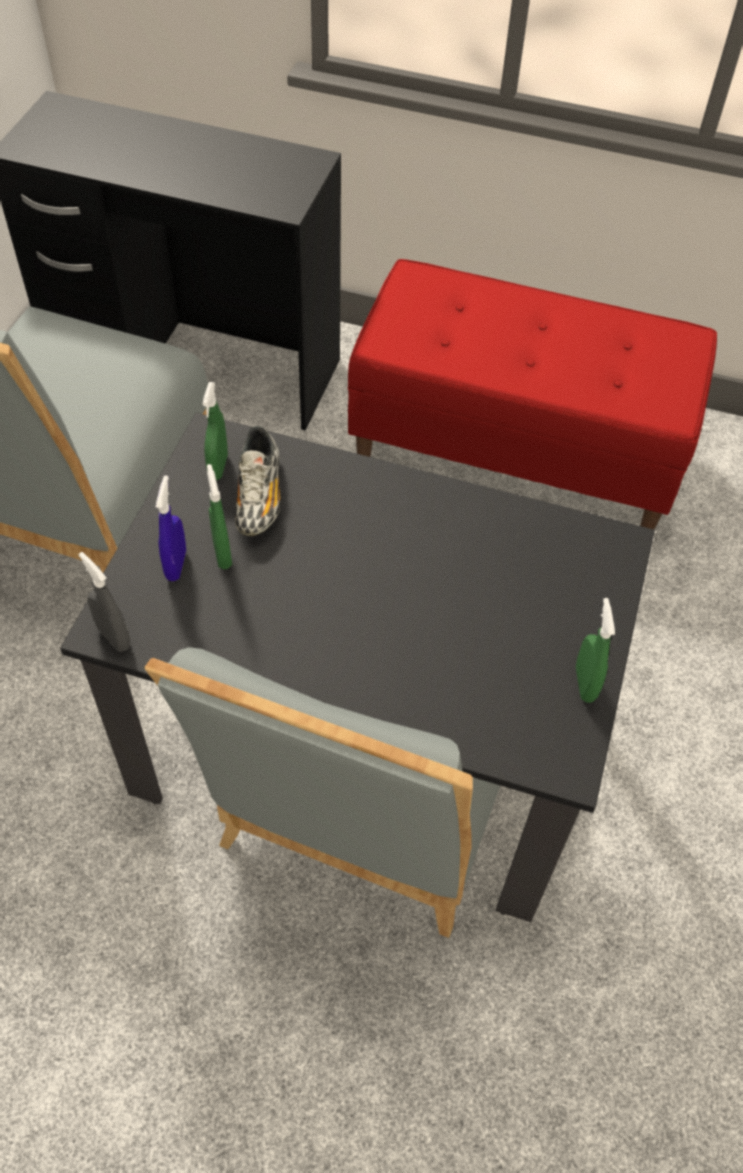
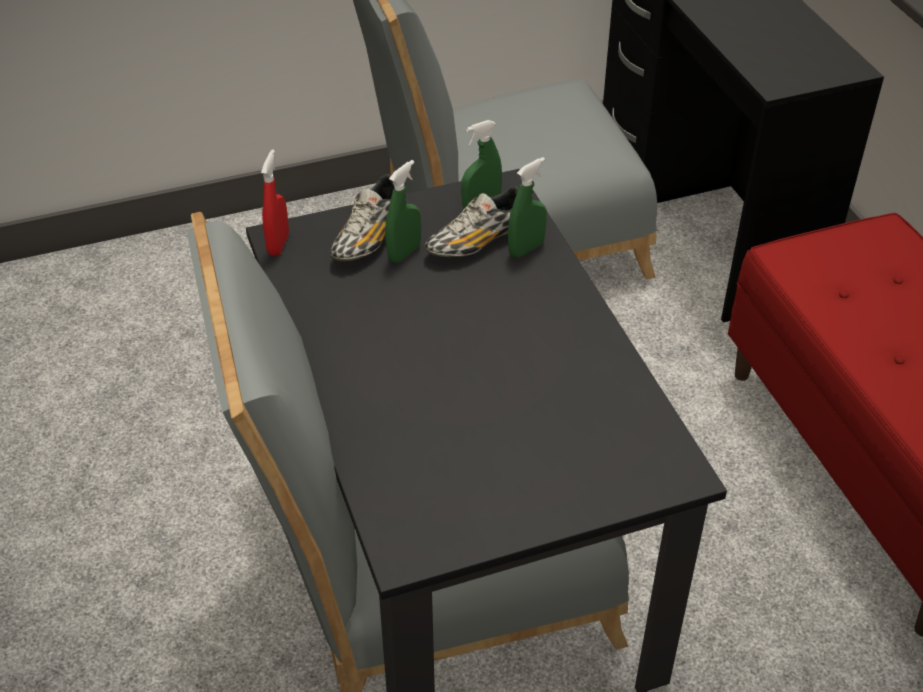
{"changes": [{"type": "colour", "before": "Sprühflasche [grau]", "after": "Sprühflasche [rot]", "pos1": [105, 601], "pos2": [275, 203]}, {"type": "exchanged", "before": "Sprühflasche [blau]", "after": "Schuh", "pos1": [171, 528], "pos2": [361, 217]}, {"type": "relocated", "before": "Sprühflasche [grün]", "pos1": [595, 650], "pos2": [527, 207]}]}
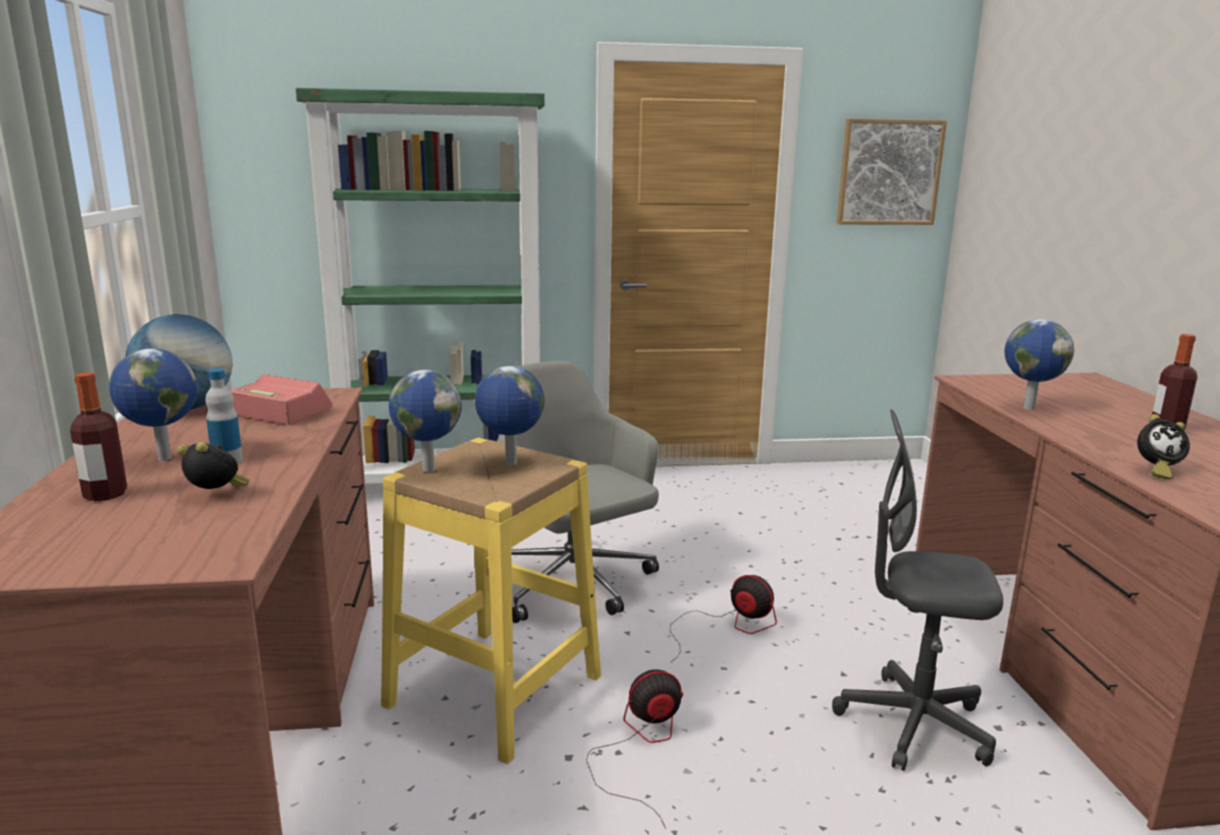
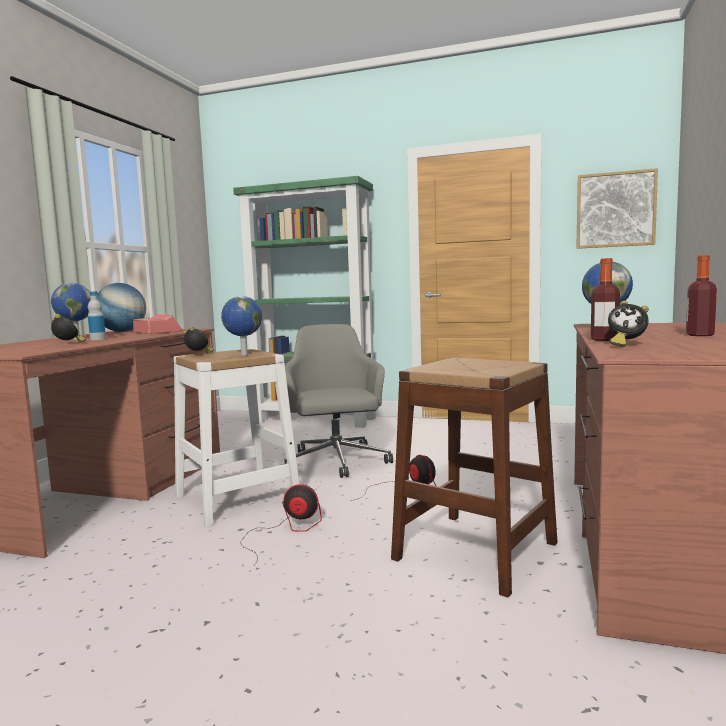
{"changes": [{"type": "colour", "before": "Hocker [gelb]", "after": "Hocker [weiß]", "pos1": [491, 601], "pos2": [236, 438]}, {"type": "exchanged", "before": "Globus", "after": "Wecker", "pos1": [425, 421], "pos2": [198, 340]}, {"type": "exchanged", "before": "Bürostuhl [grau]", "after": "Hocker [braun]", "pos1": [917, 590], "pos2": [474, 477]}, {"type": "relocated", "before": "Flasche", "pos1": [98, 436], "pos2": [605, 299]}]}
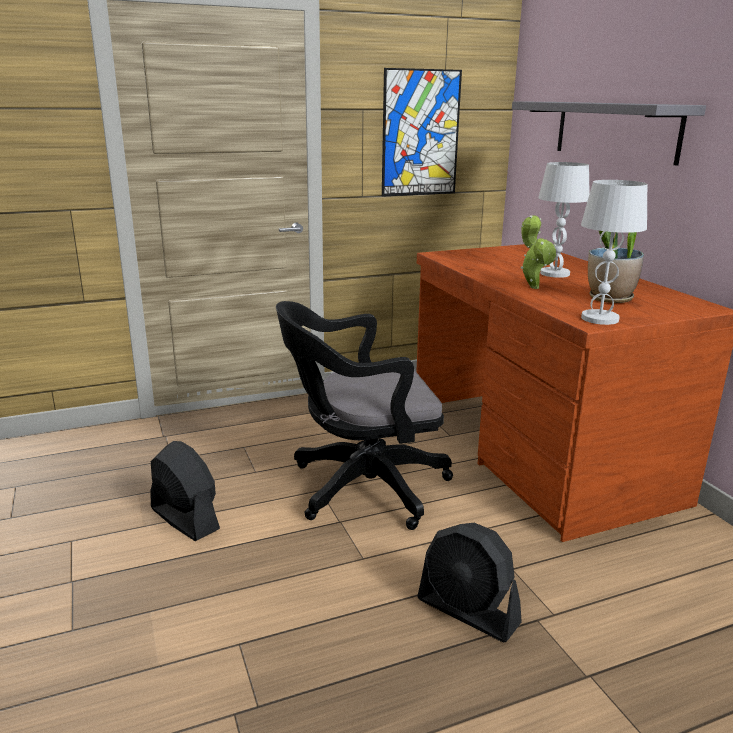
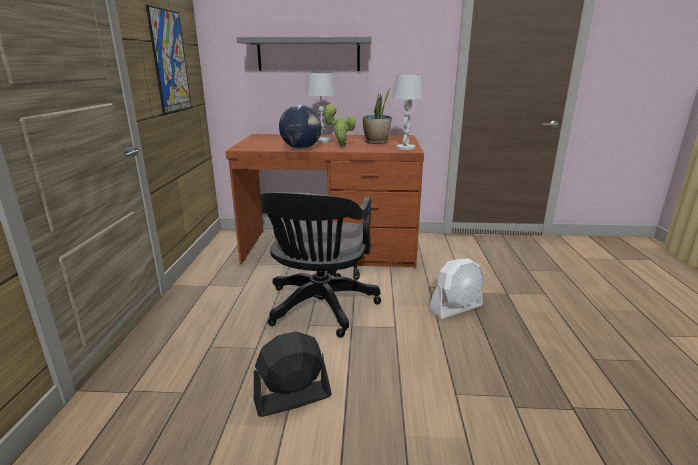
{"changes": [{"type": "appeared", "after": "Globus", "pos2": [300, 127]}, {"type": "colour", "before": "Ventilator [schwarz]", "after": "Ventilator [weiß]", "pos1": [469, 582], "pos2": [456, 288]}]}
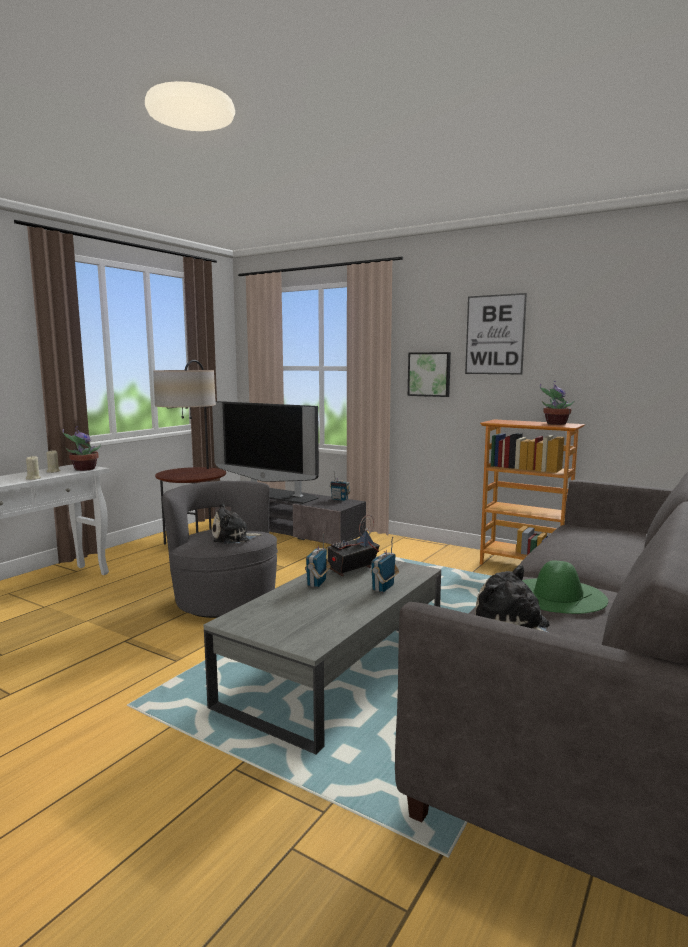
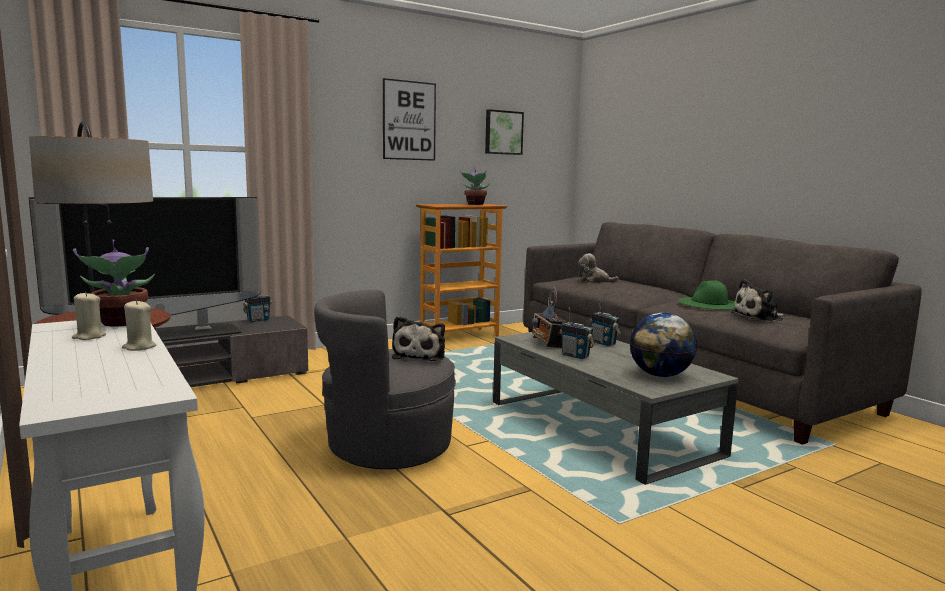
{"changes": [{"type": "relocated", "before": "Bild", "pos1": [429, 374], "pos2": [504, 132]}, {"type": "appeared", "after": "Plüschtier", "pos2": [598, 268]}, {"type": "appeared", "after": "Globus", "pos2": [663, 344]}]}
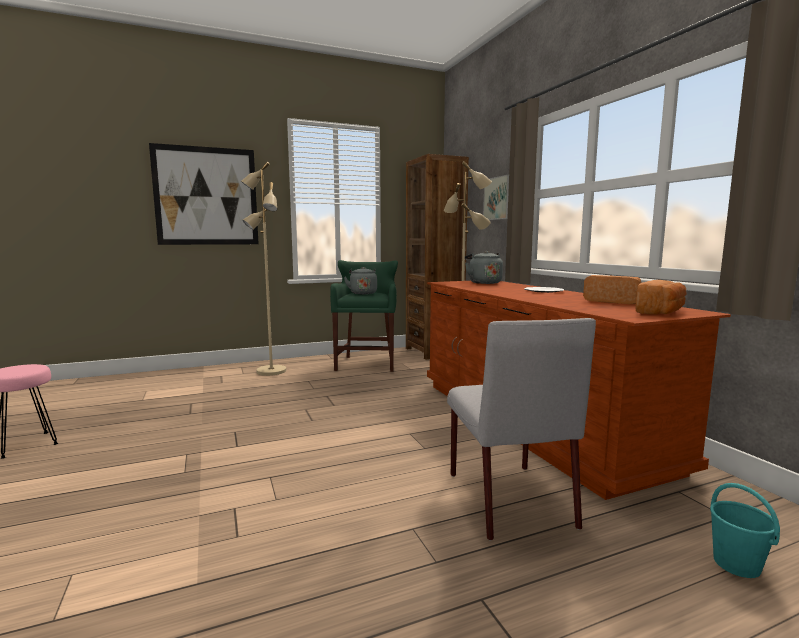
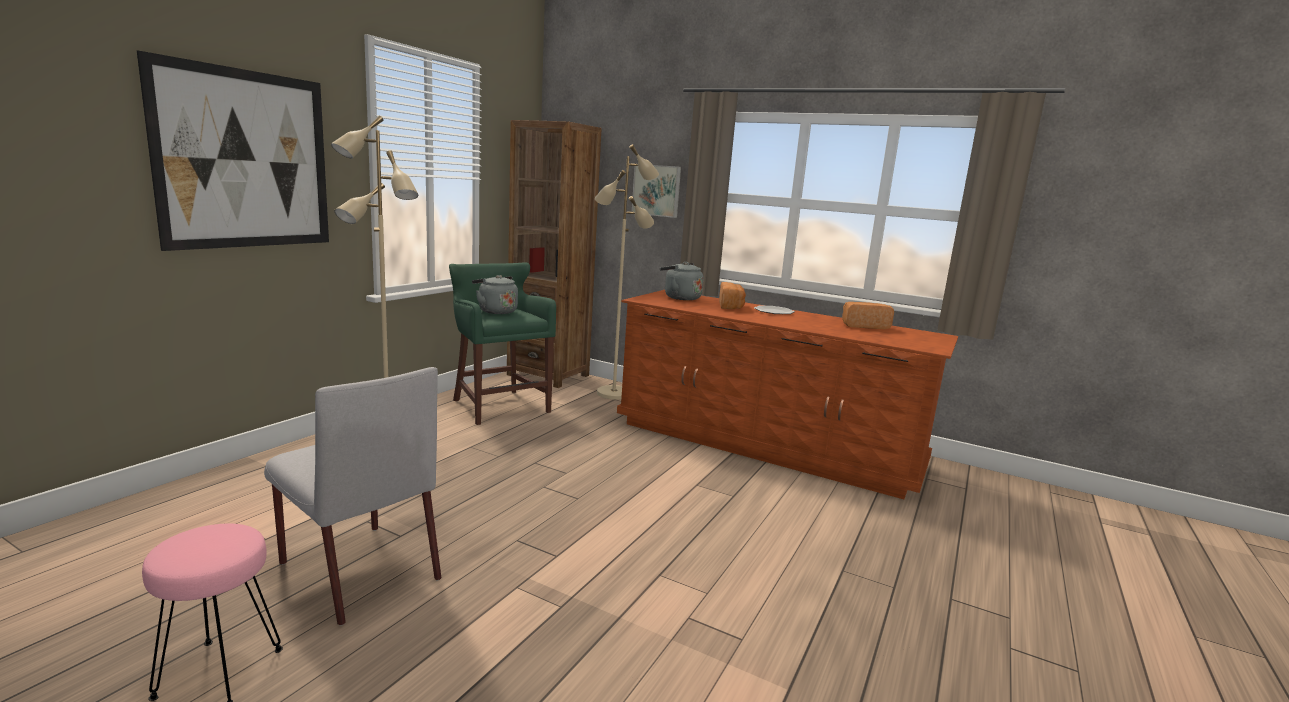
{"changes": [{"type": "relocated", "before": "Stuhl [grau]", "pos1": [521, 429], "pos2": [352, 496]}, {"type": "relocated", "before": "Brot", "pos1": [660, 297], "pos2": [732, 295]}, {"type": "missing", "before": "Eimer [türkis]", "pos1": [745, 530]}]}
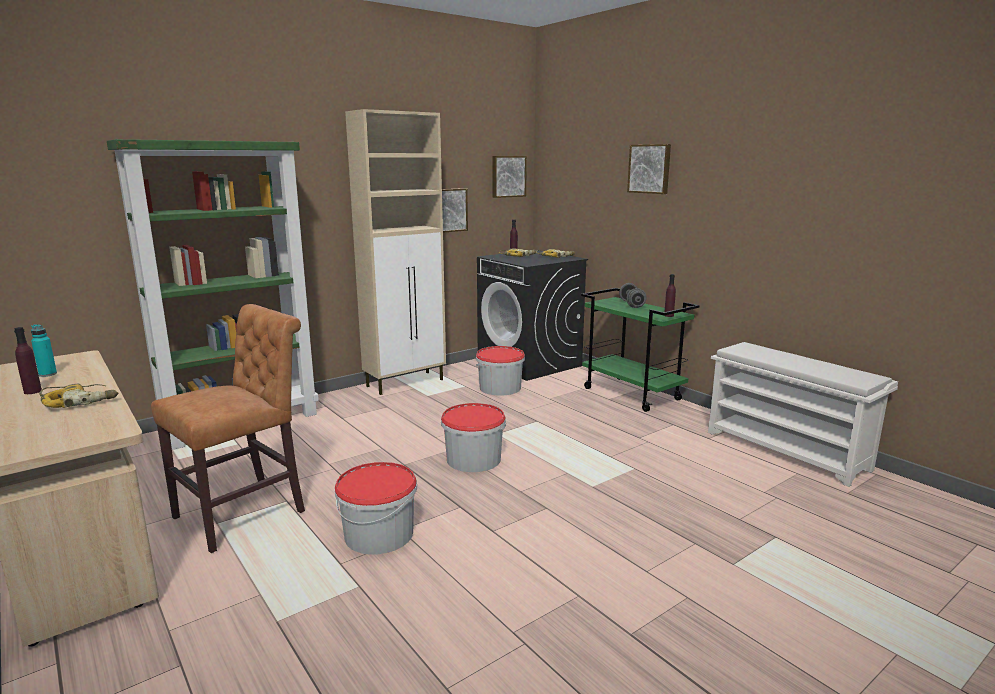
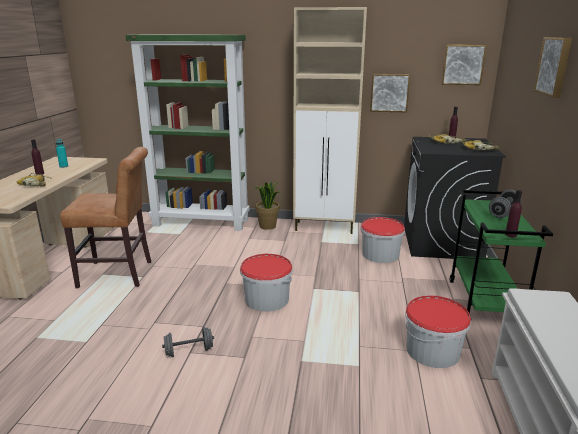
{"changes": [{"type": "appeared", "after": "Hantel [grau]", "pos2": [188, 342]}, {"type": "appeared", "after": "Topfpflanze", "pos2": [268, 206]}, {"type": "relocated", "before": "Eimer", "pos1": [376, 508], "pos2": [438, 331]}]}
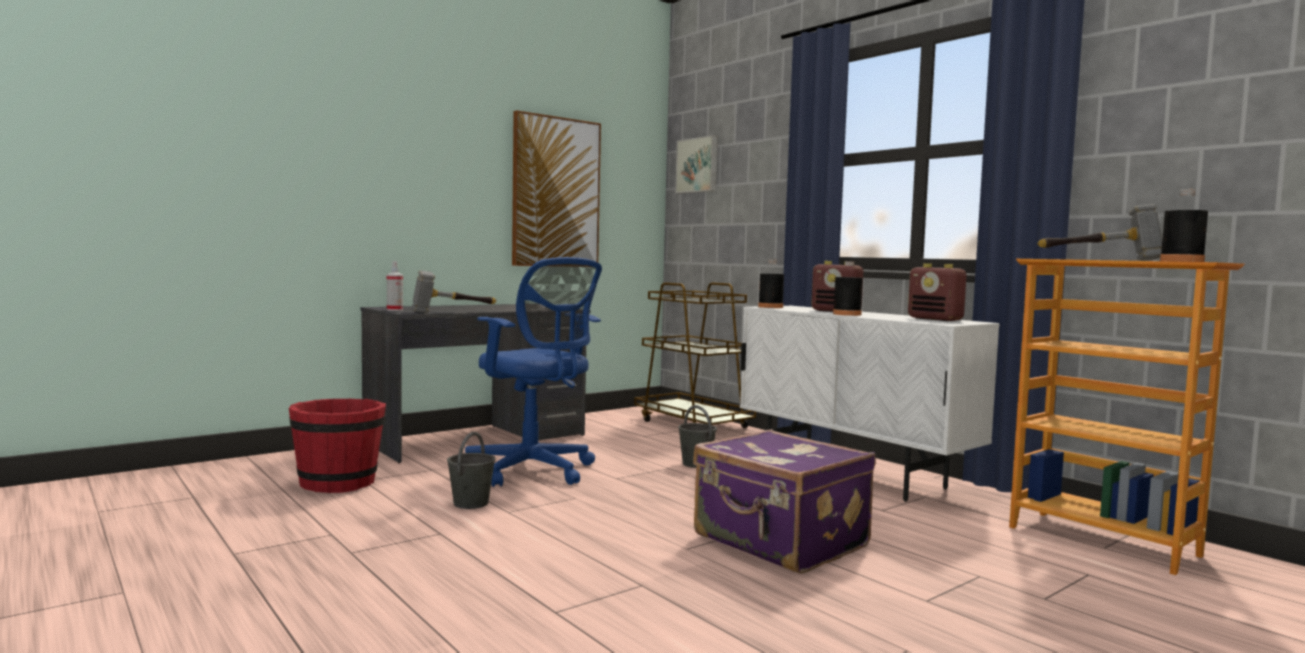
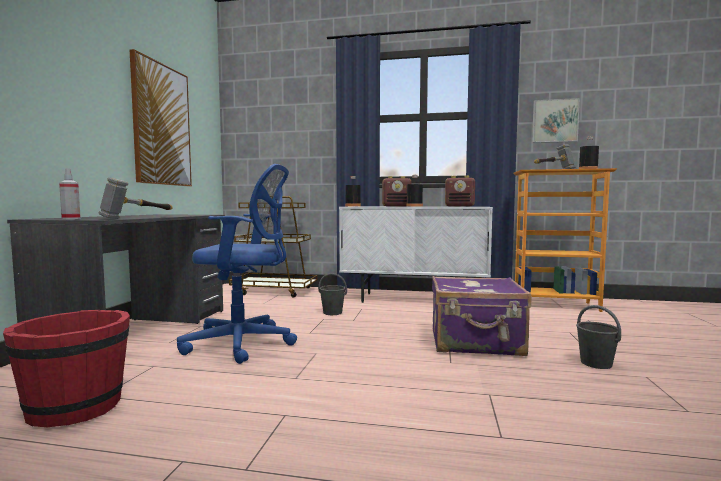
{"changes": [{"type": "relocated", "before": "Bild", "pos1": [696, 164], "pos2": [556, 120]}, {"type": "relocated", "before": "Eimer [grau]", "pos1": [471, 470], "pos2": [598, 337]}]}
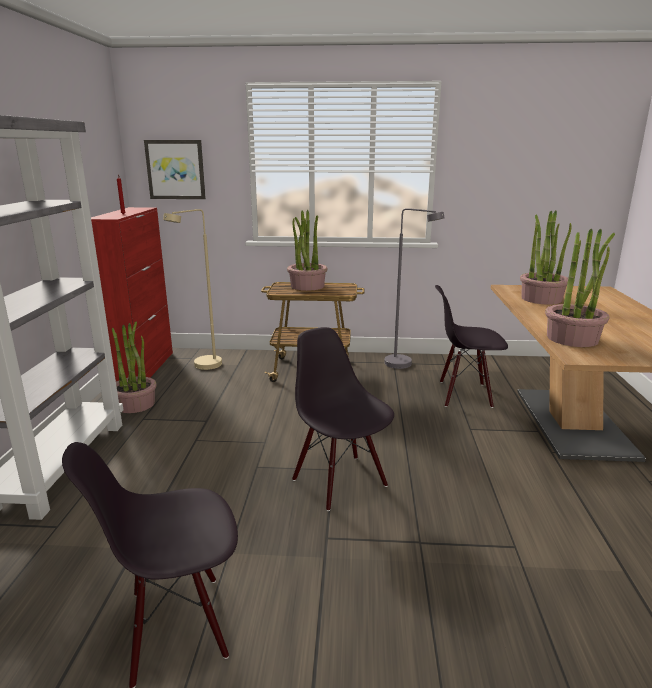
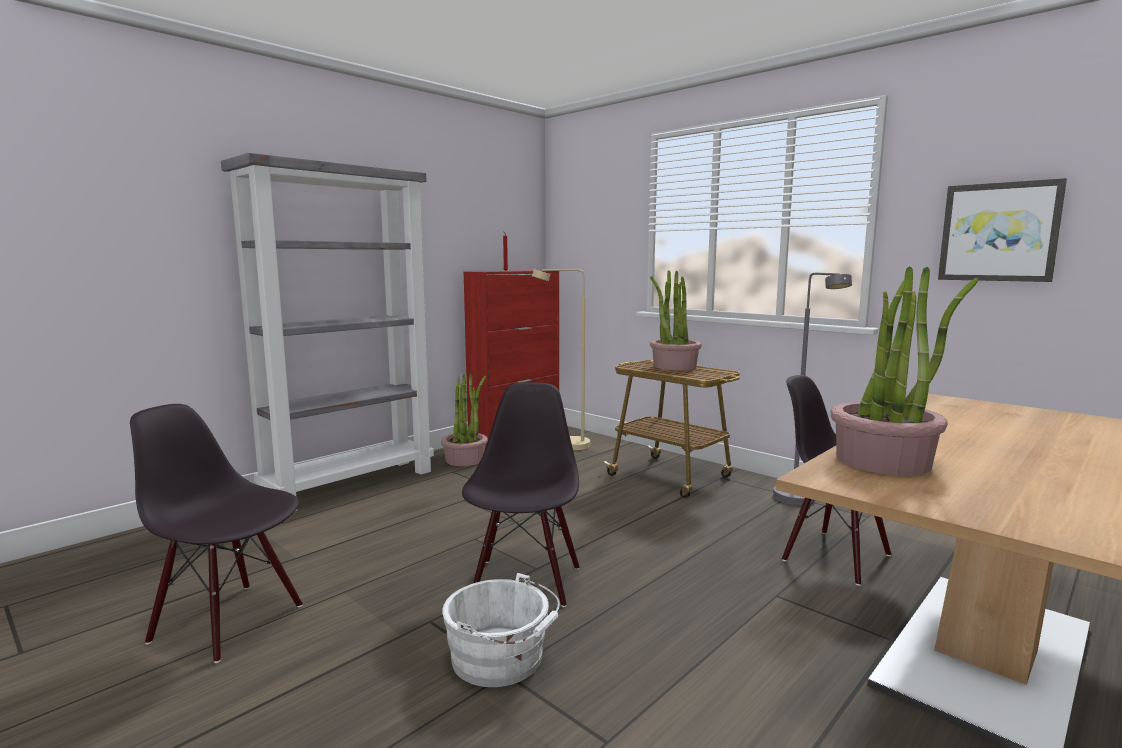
{"changes": [{"type": "appeared", "after": "Eimer [weiß]", "pos2": [501, 630]}, {"type": "relocated", "before": "Bild", "pos1": [175, 169], "pos2": [1002, 230]}, {"type": "missing", "before": "Topfpflanze", "pos1": [546, 257]}]}
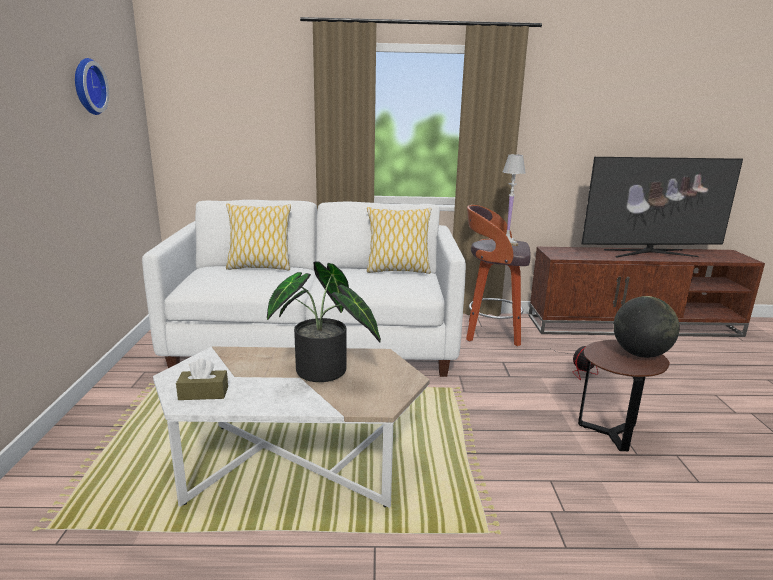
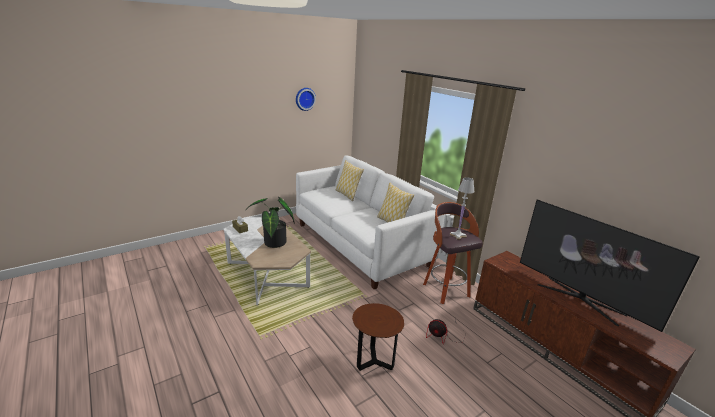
{"changes": [{"type": "missing", "before": "Globus", "pos1": [646, 327]}]}
